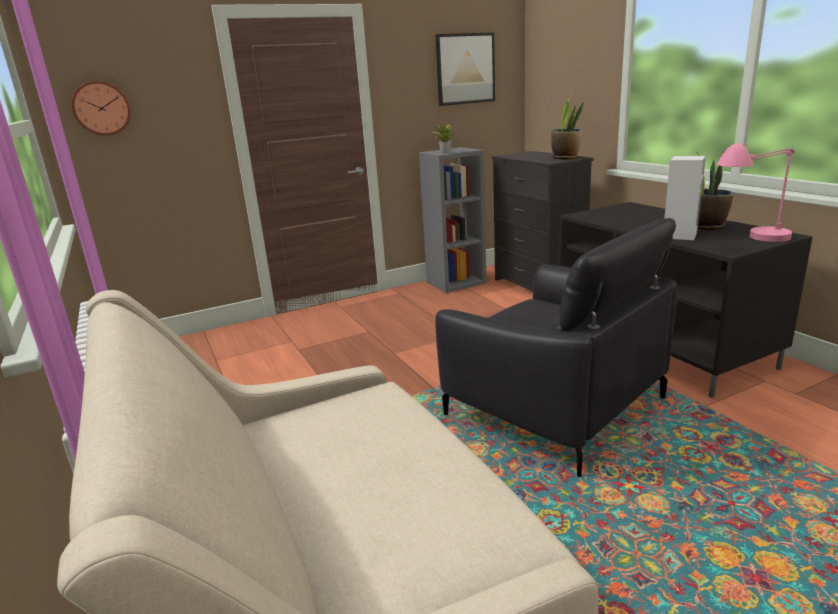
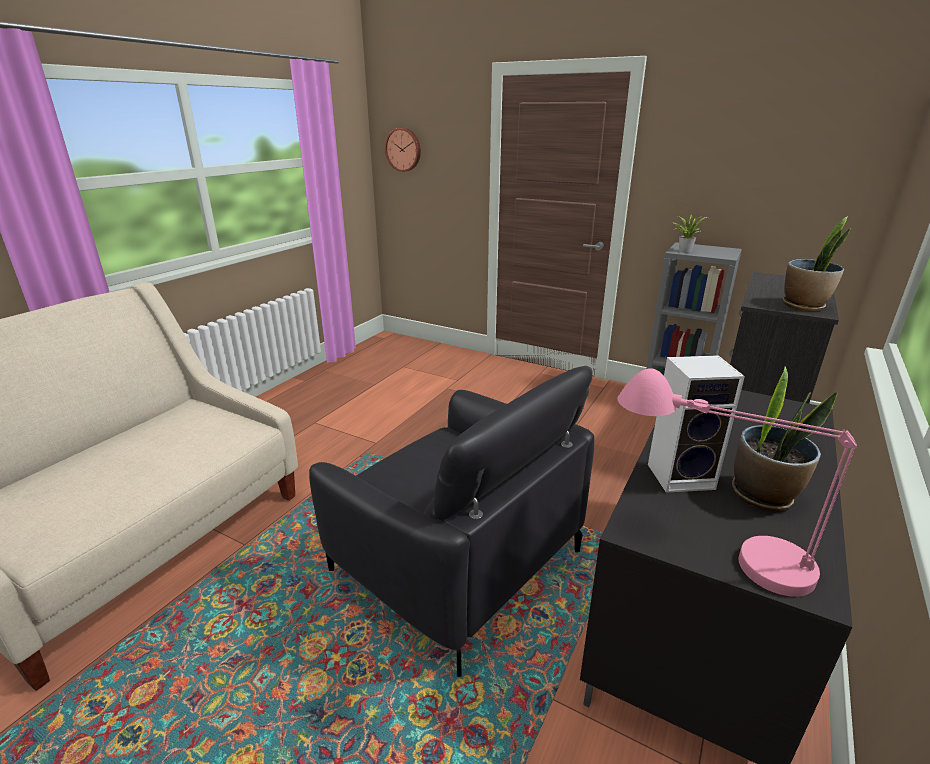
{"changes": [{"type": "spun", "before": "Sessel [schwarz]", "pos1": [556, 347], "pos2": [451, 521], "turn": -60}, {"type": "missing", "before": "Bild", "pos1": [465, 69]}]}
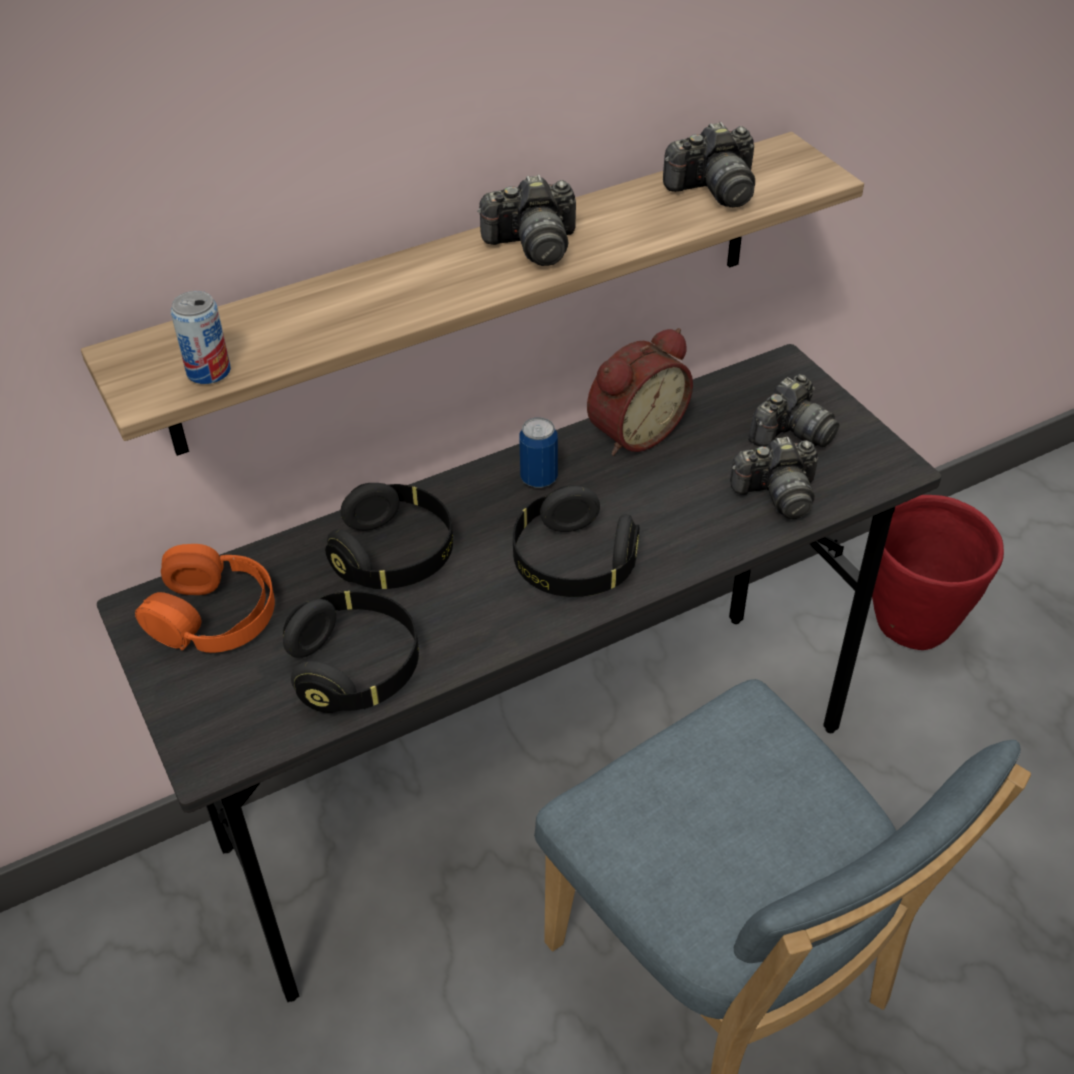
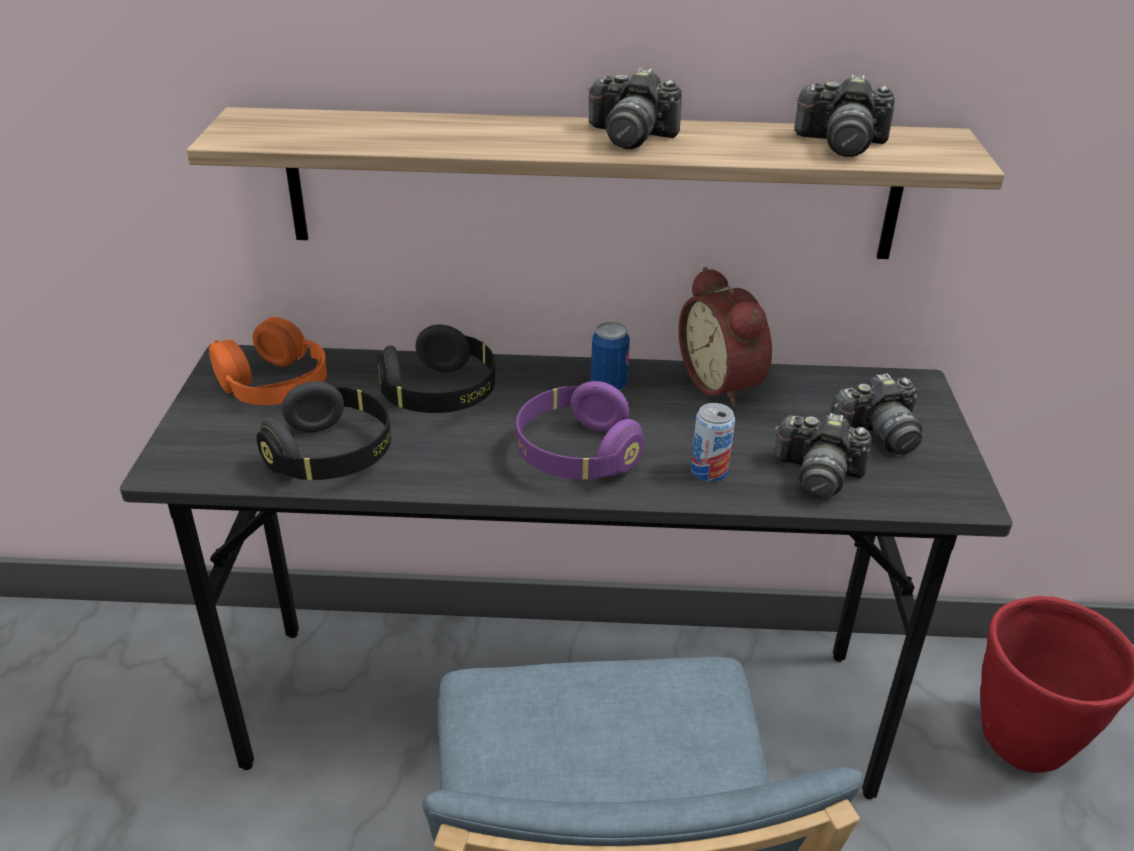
{"changes": [{"type": "colour", "before": "Kopfhörer [schwarz]", "after": "Kopfhörer [lila]", "pos1": [576, 541], "pos2": [580, 430]}, {"type": "spun", "before": "Wecker", "pos1": [640, 392], "pos2": [725, 337], "turn": 75}, {"type": "relocated", "before": "Dose", "pos1": [201, 337], "pos2": [713, 442]}]}
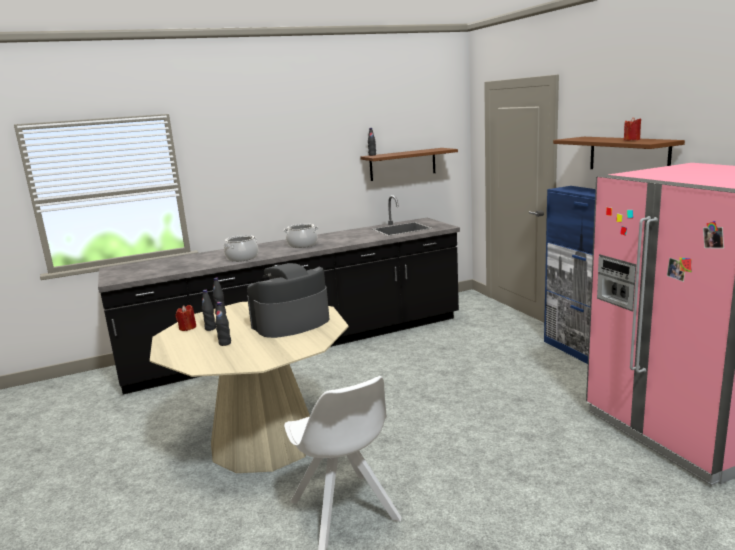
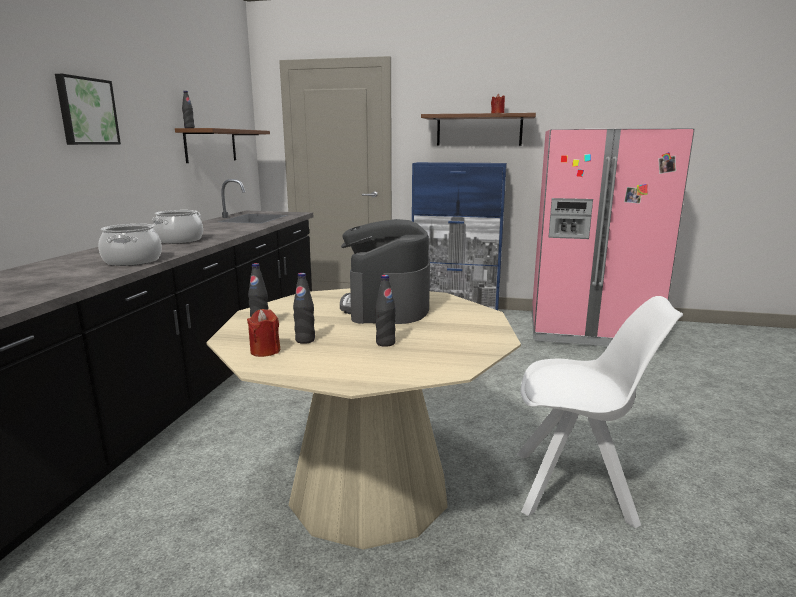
{"changes": [{"type": "appeared", "after": "Bild", "pos2": [88, 109]}]}
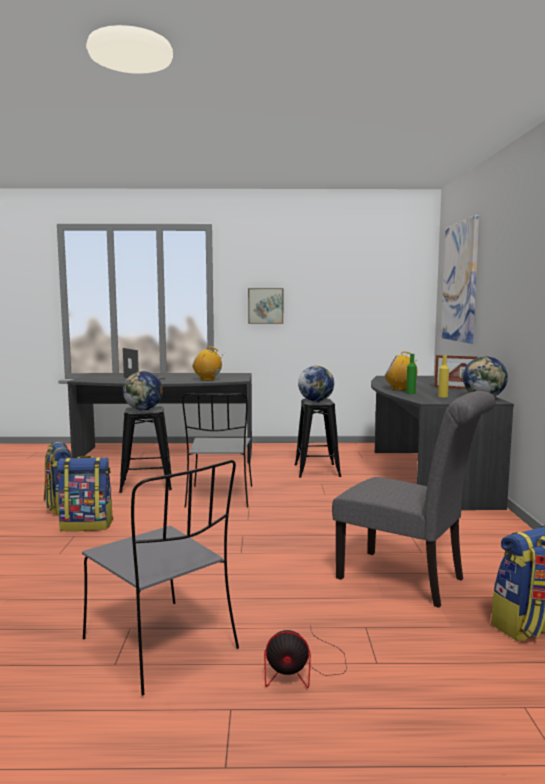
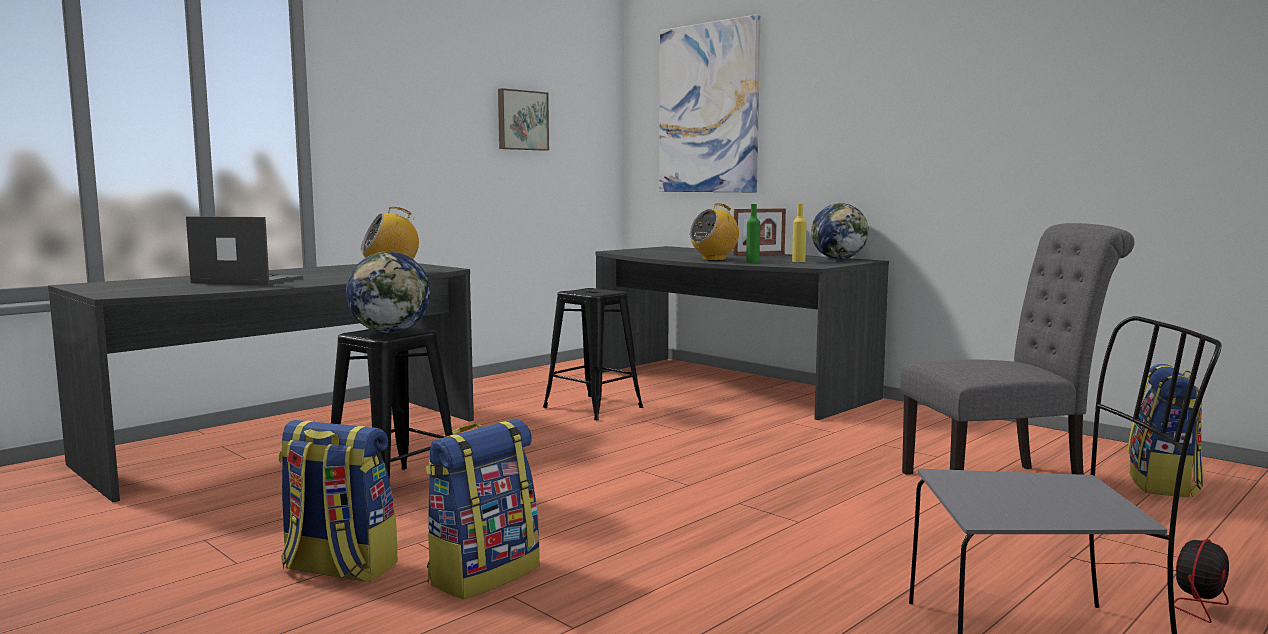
{"changes": [{"type": "relocated", "before": "Bild", "pos1": [265, 306], "pos2": [523, 119]}, {"type": "missing", "before": "Stuhl [grau]", "pos1": [217, 450]}, {"type": "missing", "before": "Globus", "pos1": [316, 383]}]}
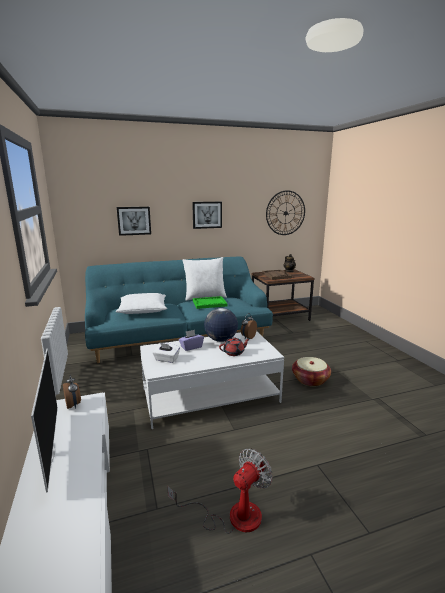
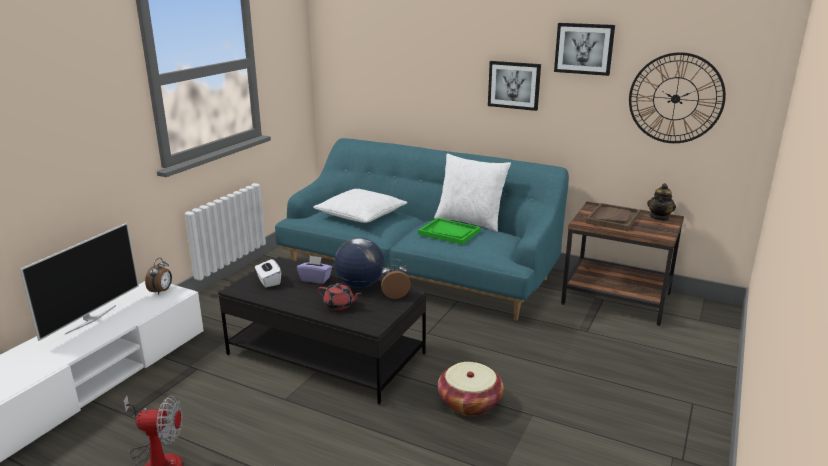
{"changes": [{"type": "colour", "before": "Couchtisch [weiß]", "after": "Couchtisch [schwarz]", "pos1": [212, 380], "pos2": [322, 331]}, {"type": "relocated", "before": "Bild", "pos1": [134, 221], "pos2": [584, 49]}]}
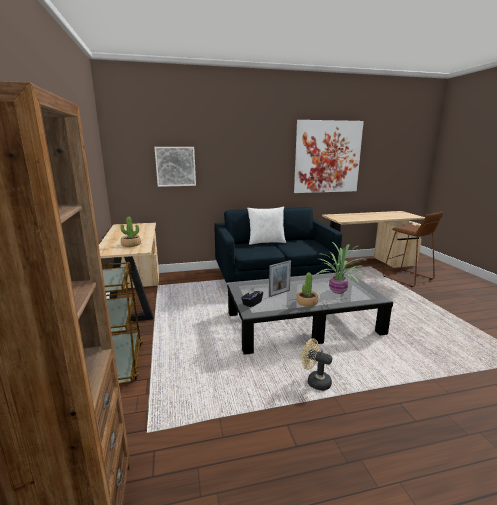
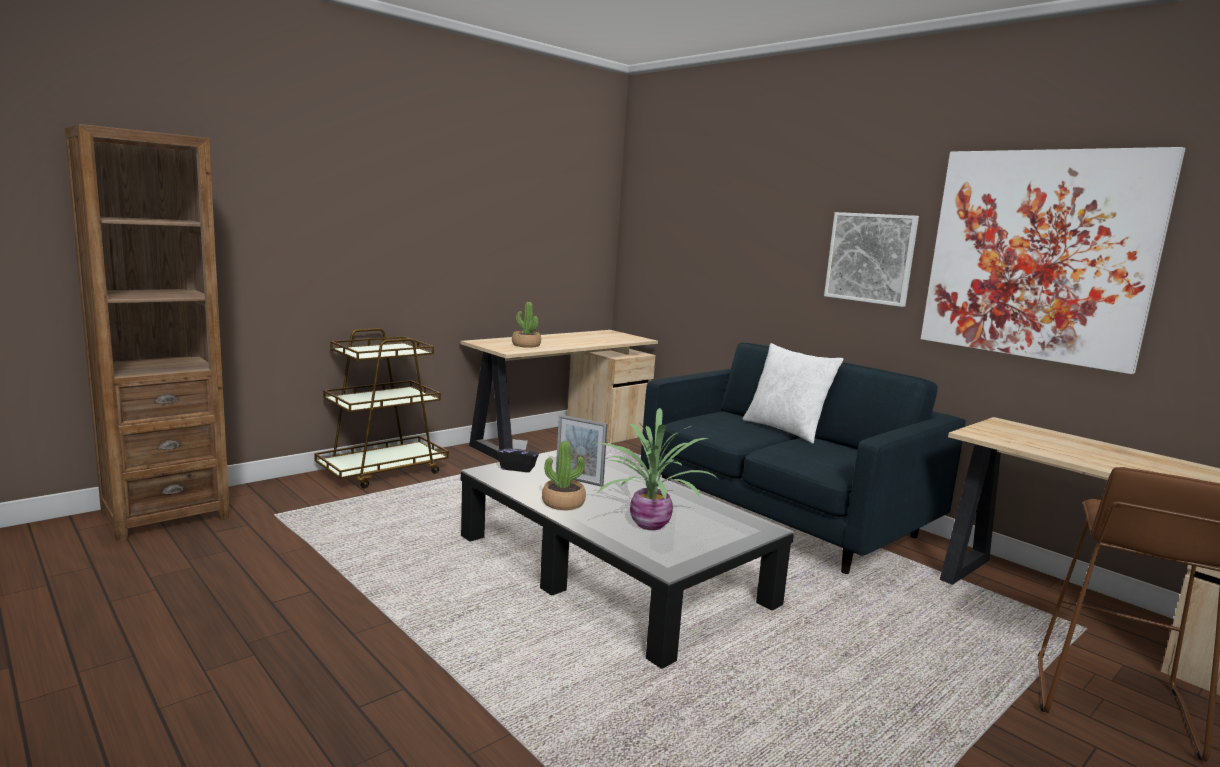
{"changes": [{"type": "relocated", "before": "Bild", "pos1": [175, 167], "pos2": [871, 259]}, {"type": "missing", "before": "Ventilator [beige]", "pos1": [316, 365]}]}
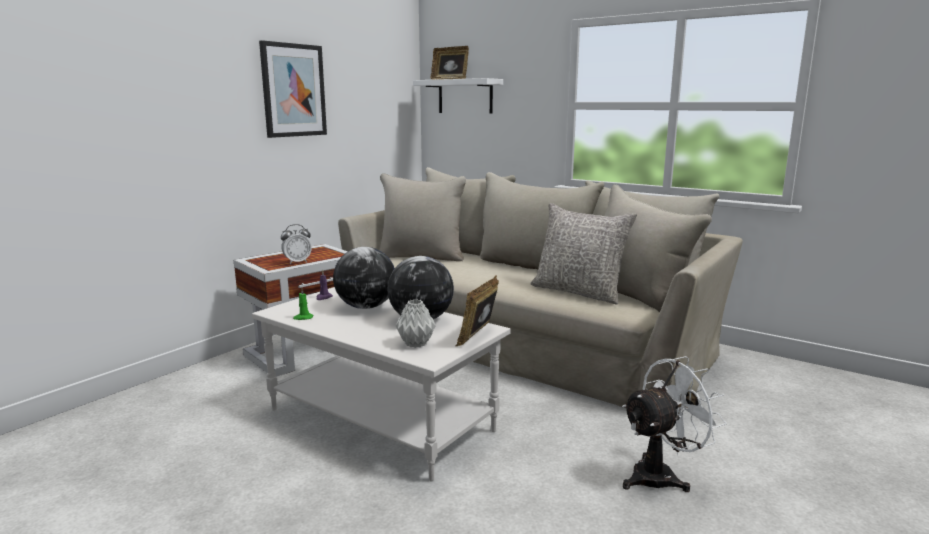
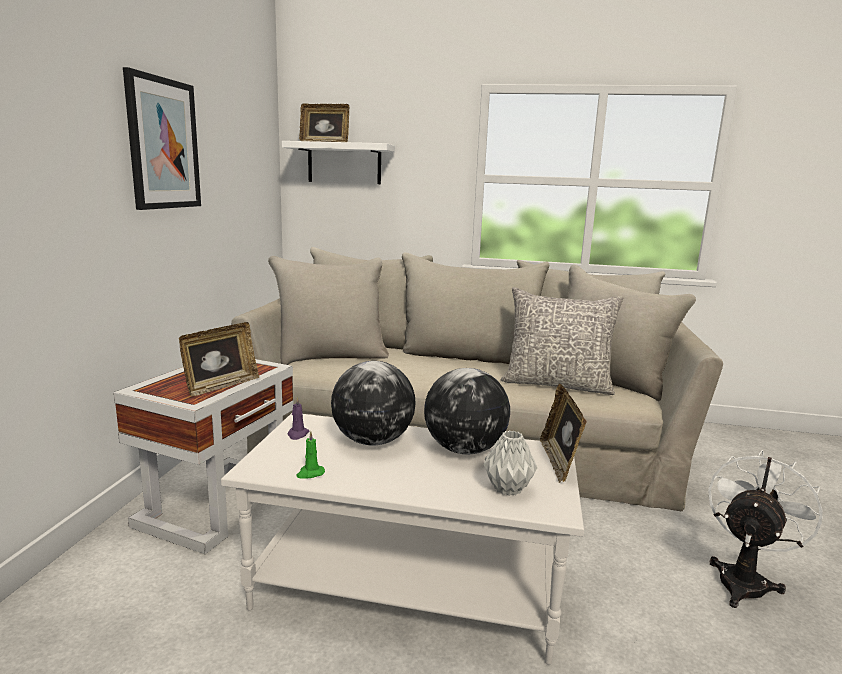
{"changes": [{"type": "exchanged", "before": "Wecker", "after": "Bilderrahmen", "pos1": [296, 244], "pos2": [219, 359]}]}
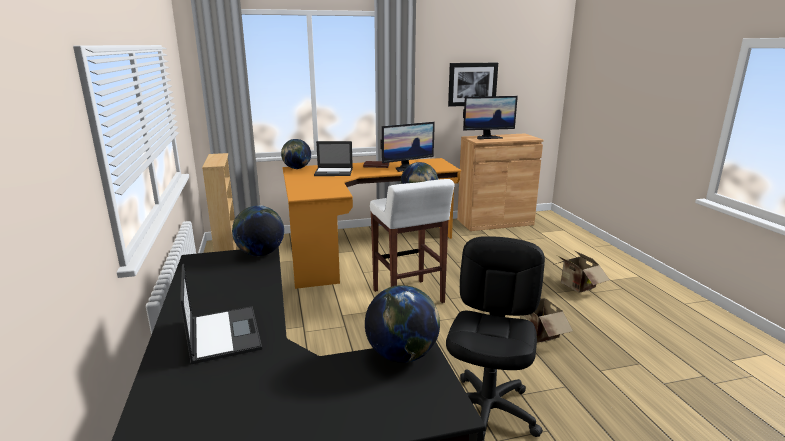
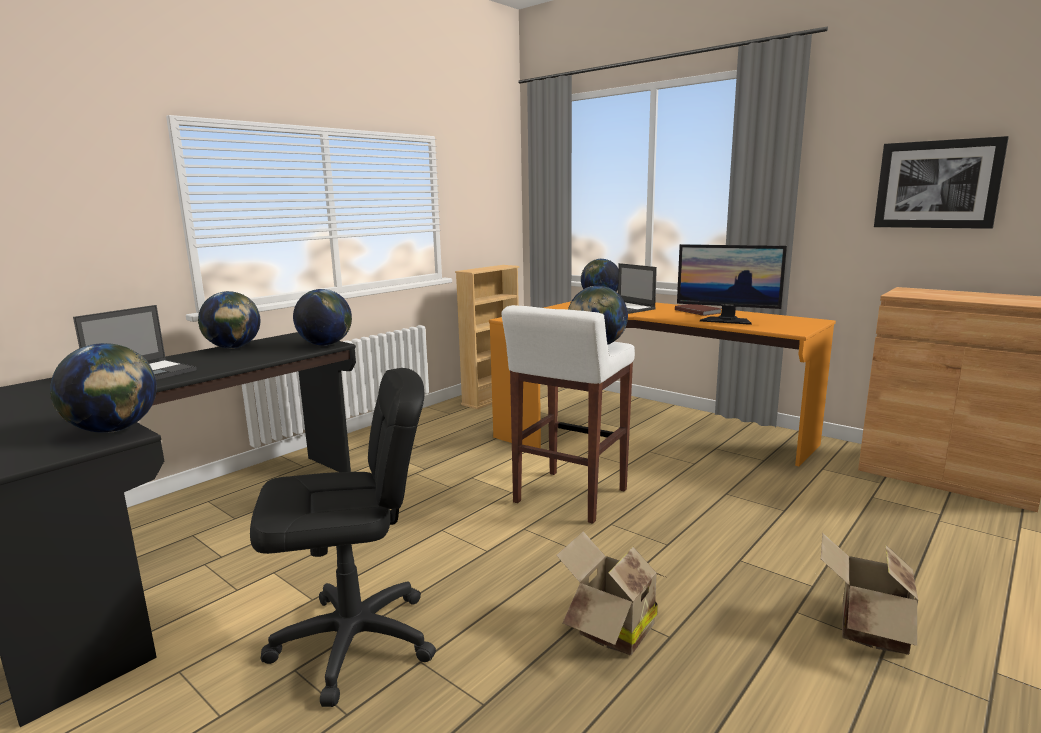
{"changes": [{"type": "appeared", "after": "Globus", "pos2": [229, 320]}, {"type": "missing", "before": "Monitor", "pos1": [490, 117]}]}
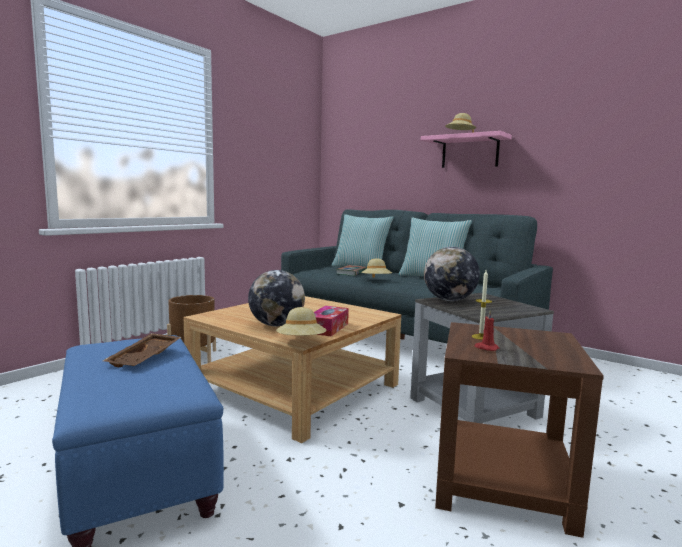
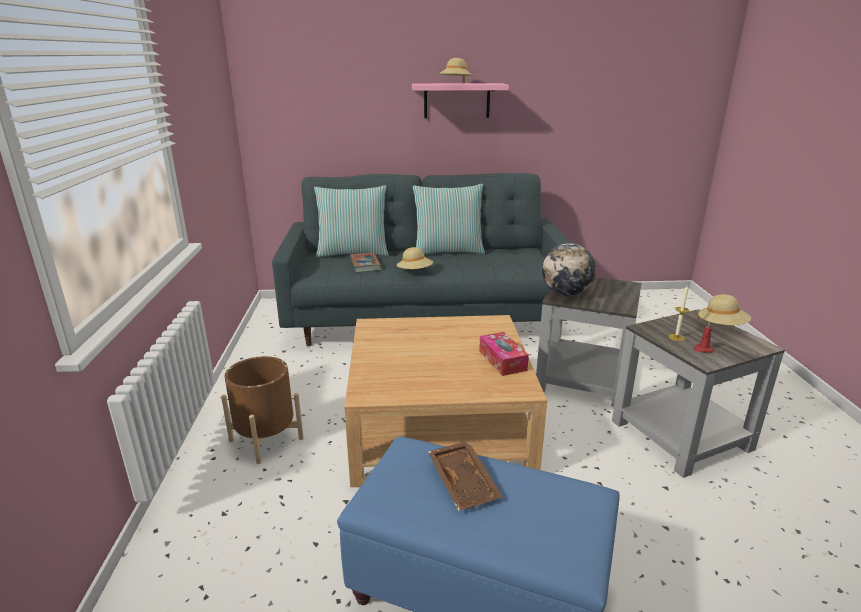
{"changes": [{"type": "colour", "before": "Beistelltisch [braun]", "after": "Beistelltisch [grau]", "pos1": [519, 430], "pos2": [698, 393]}, {"type": "relocated", "before": "Hut [beige]", "pos1": [301, 321], "pos2": [724, 309]}, {"type": "missing", "before": "Globus", "pos1": [276, 298]}]}
